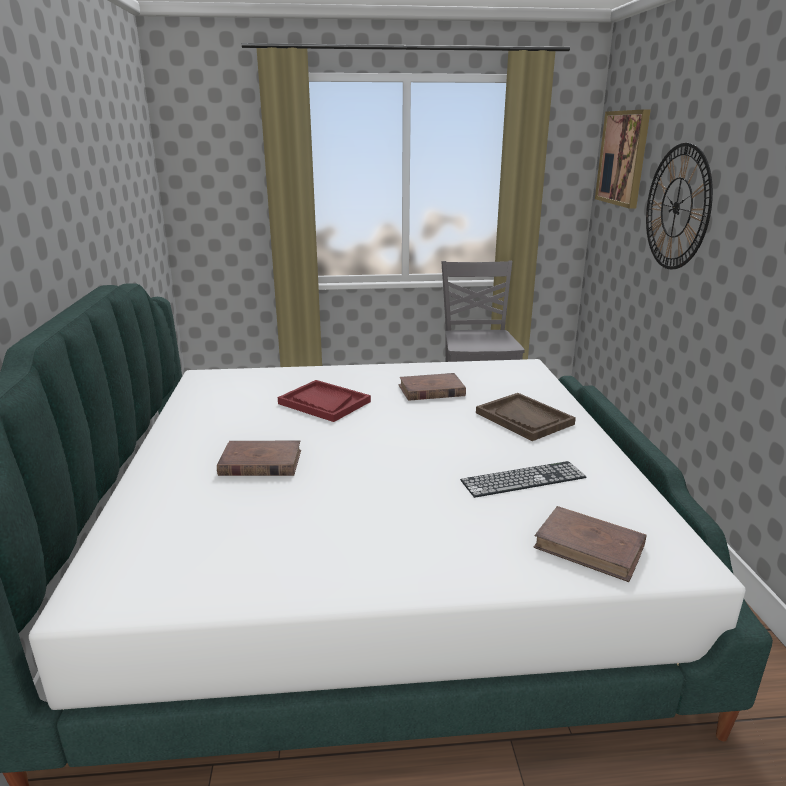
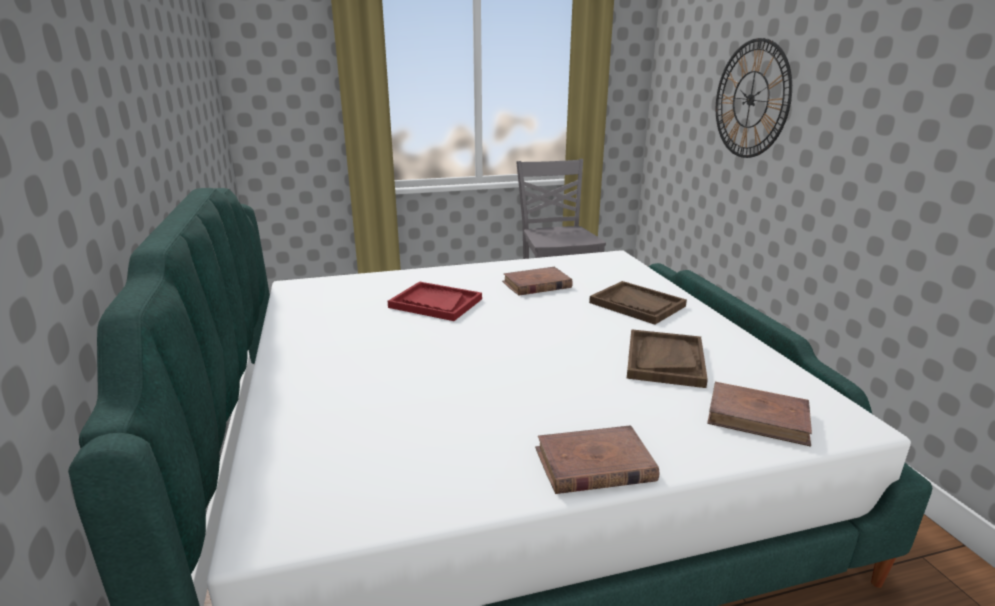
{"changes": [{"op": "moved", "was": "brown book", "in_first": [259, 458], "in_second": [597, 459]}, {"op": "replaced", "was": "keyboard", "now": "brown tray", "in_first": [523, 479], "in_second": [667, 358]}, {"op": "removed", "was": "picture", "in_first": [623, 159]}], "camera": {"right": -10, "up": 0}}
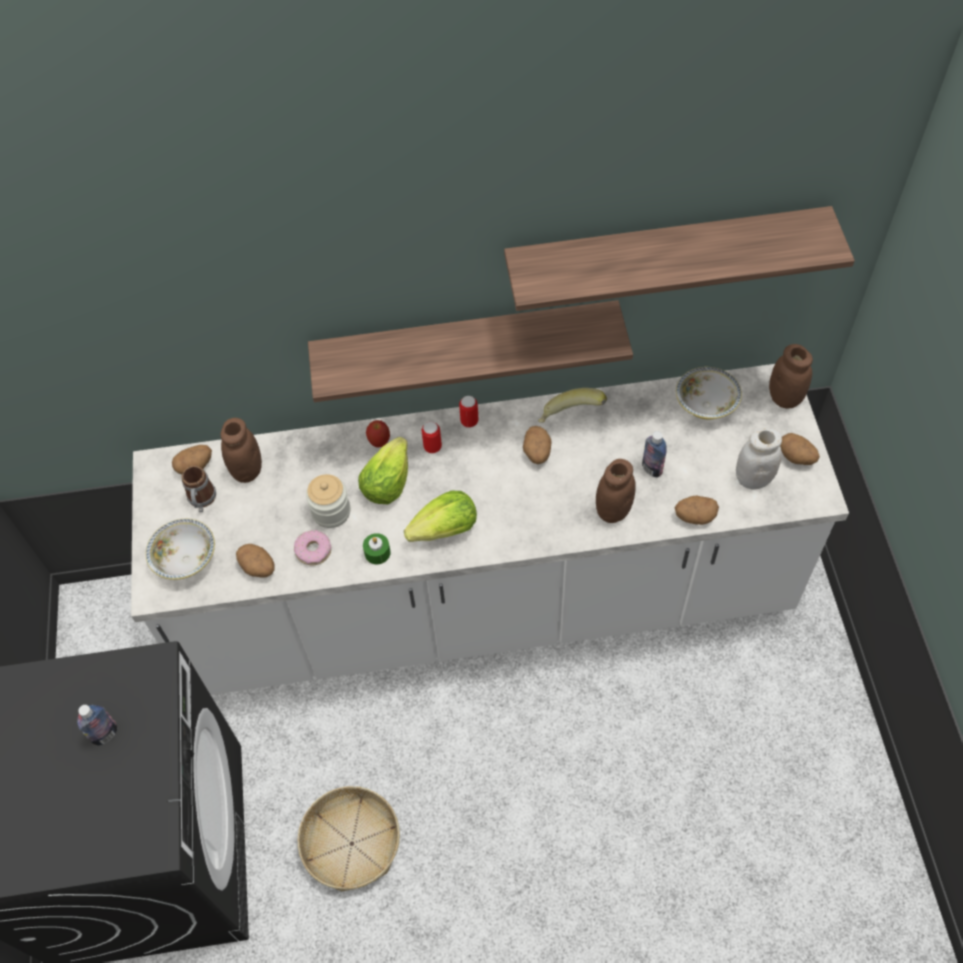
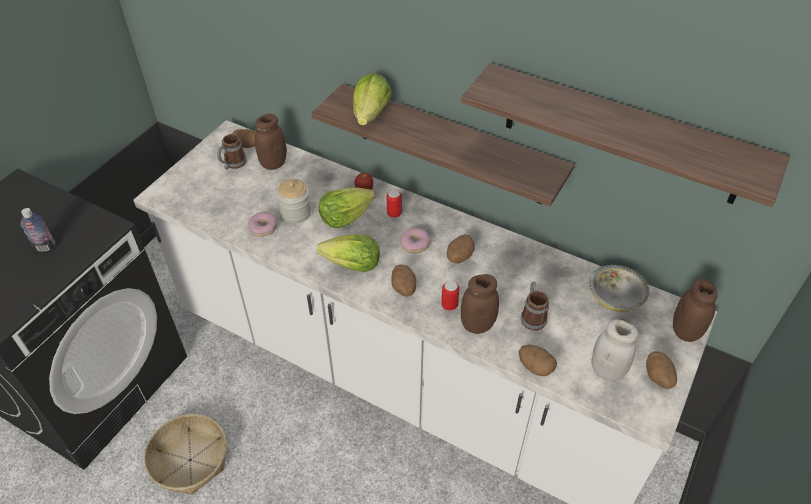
{"changes": [{"op": "removed", "was": "bowl", "in_first": [180, 549]}, {"op": "moved", "was": "potato", "in_first": [255, 561], "in_second": [403, 281]}, {"op": "removed", "was": "green candle", "in_first": [377, 548]}, {"op": "moved", "was": "can", "in_first": [469, 412], "in_second": [450, 296]}, {"op": "removed", "was": "banana", "in_first": [572, 405]}, {"op": "replaced", "was": "bottle", "now": "mug", "in_first": [654, 454], "in_second": [535, 306]}, {"op": "added", "now": "lettuce", "in_second": [372, 99]}, {"op": "added", "now": "donut", "in_second": [415, 240]}], "camera": {"right": 35, "up": -10}}
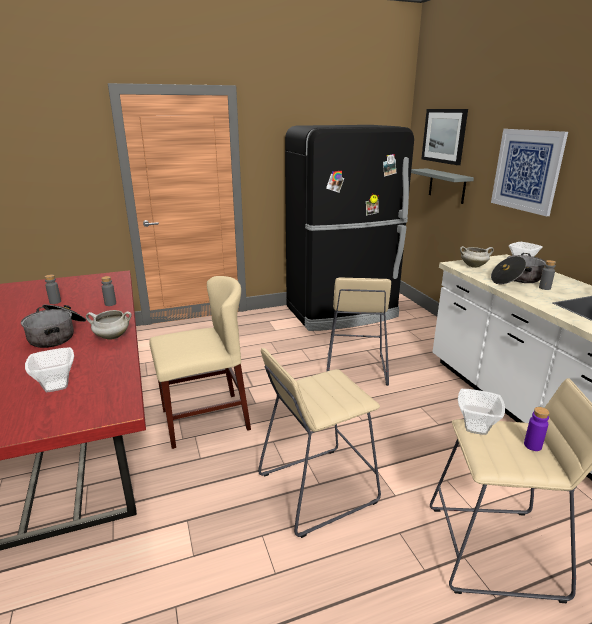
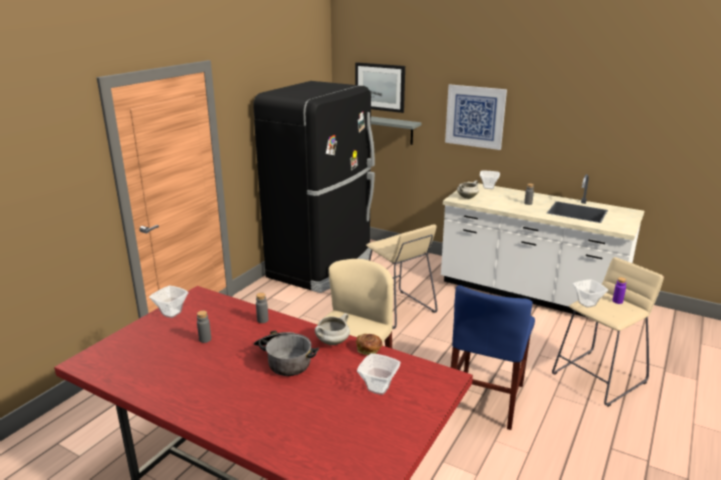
{"changes": [{"op": "replaced", "was": "beige stool", "now": "blue chair", "in_first": [319, 443], "in_second": [493, 357]}, {"op": "removed", "was": "cooking pot", "in_first": [518, 268]}, {"op": "added", "now": "bowl", "in_second": [169, 302]}, {"op": "added", "now": "bread", "in_second": [369, 344]}], "camera": {"right": -40, "up": 0}}
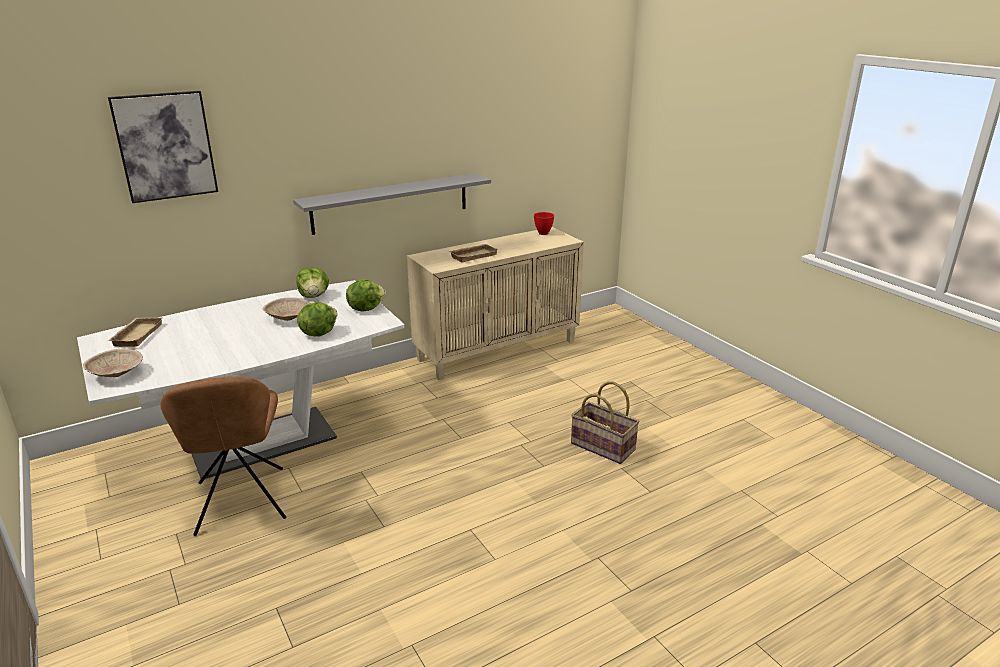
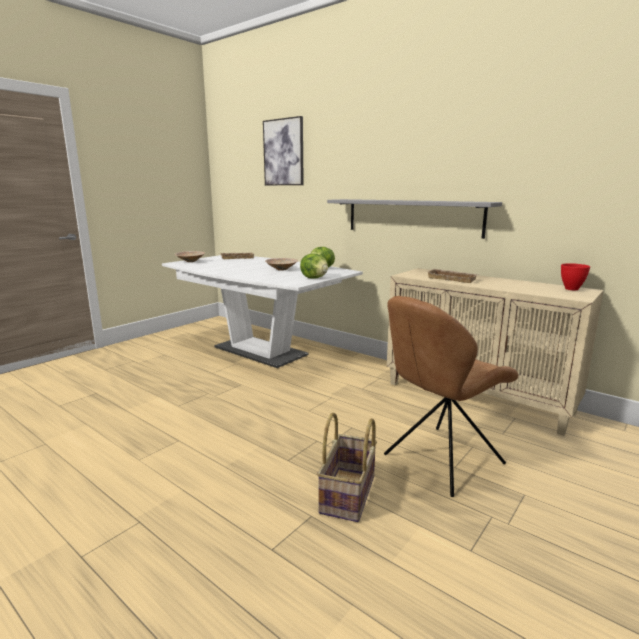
{"changes": [{"op": "moved", "was": "brown chair", "in_first": [223, 456], "in_second": [451, 396]}, {"op": "removed", "was": "lettuce", "in_first": [317, 319]}], "camera": {"right": 70, "up": -10}}
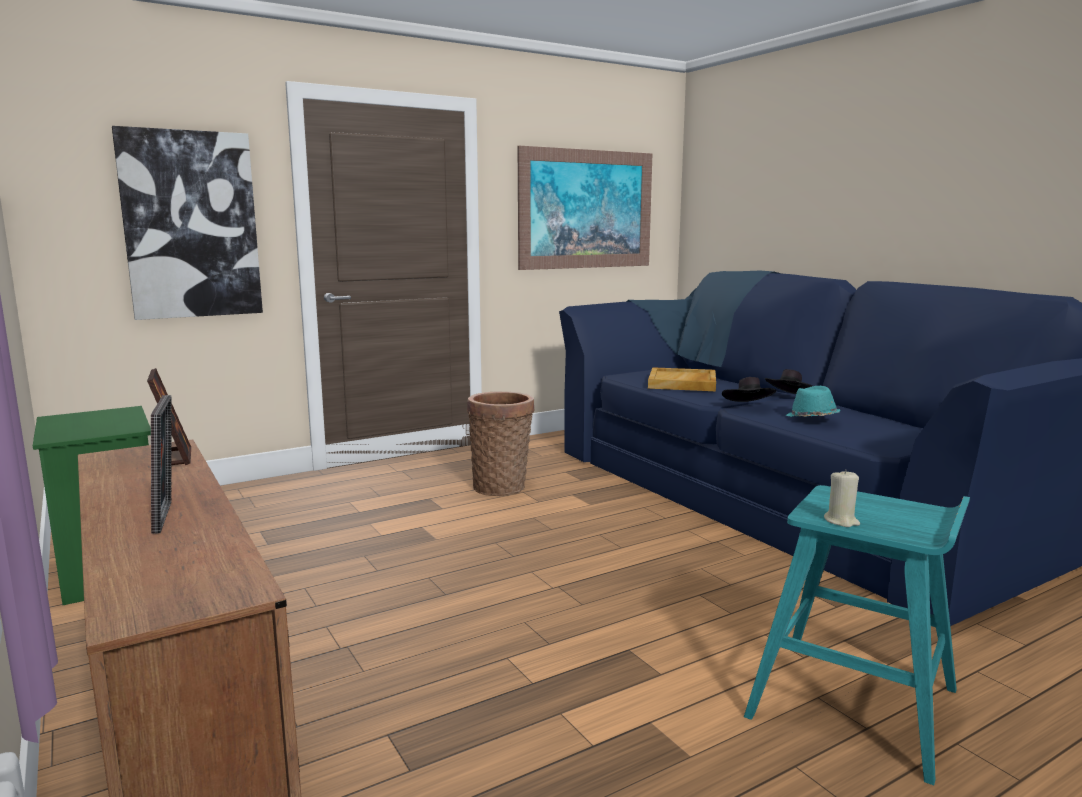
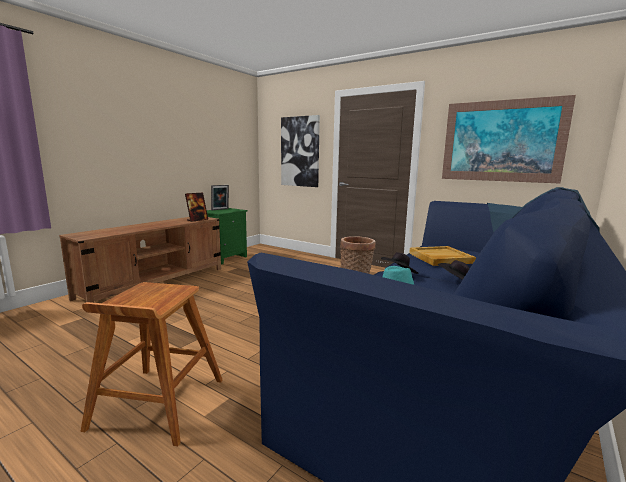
{"changes": [{"op": "moved", "was": "picture frame", "in_first": [161, 464], "in_second": [220, 197]}, {"op": "recoloured", "was": "turquoise stool", "now": "brown stool", "in_first": [857, 635], "in_second": [151, 364]}, {"op": "removed", "was": "beige candle", "in_first": [842, 498]}], "camera": {"right": 65, "up": 0}}
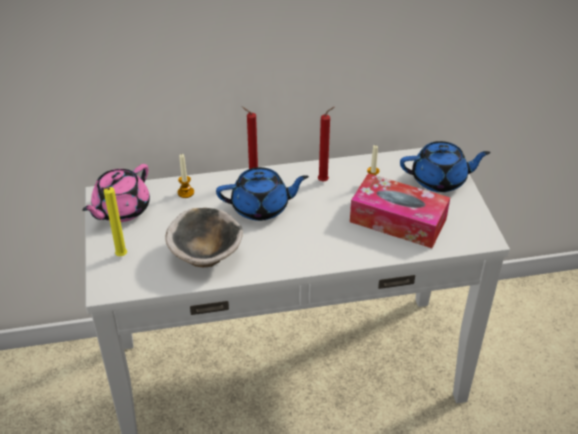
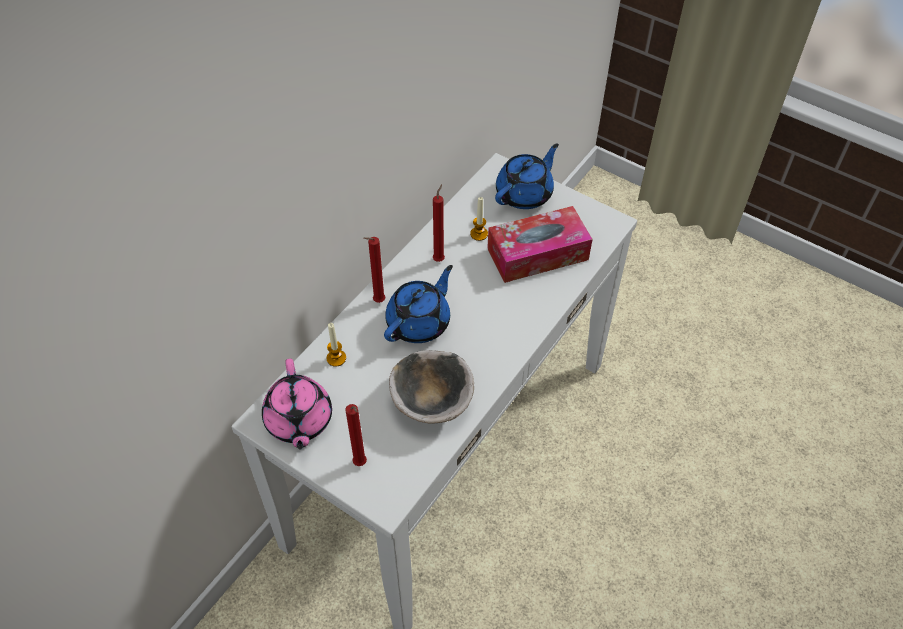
{"changes": [{"op": "recoloured", "was": "yellow candle", "now": "red candle", "in_first": [115, 221], "in_second": [356, 435]}], "camera": {"right": -45, "up": 10}}
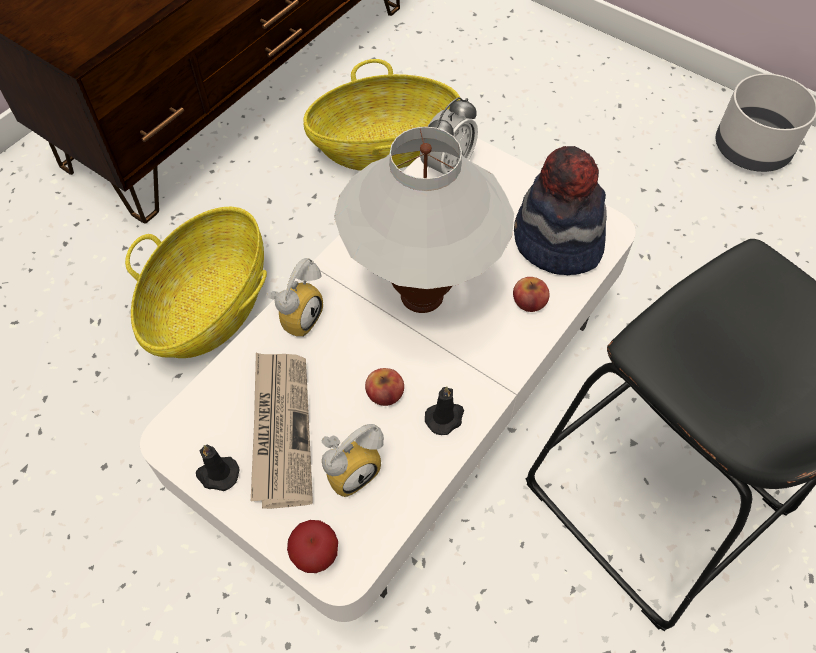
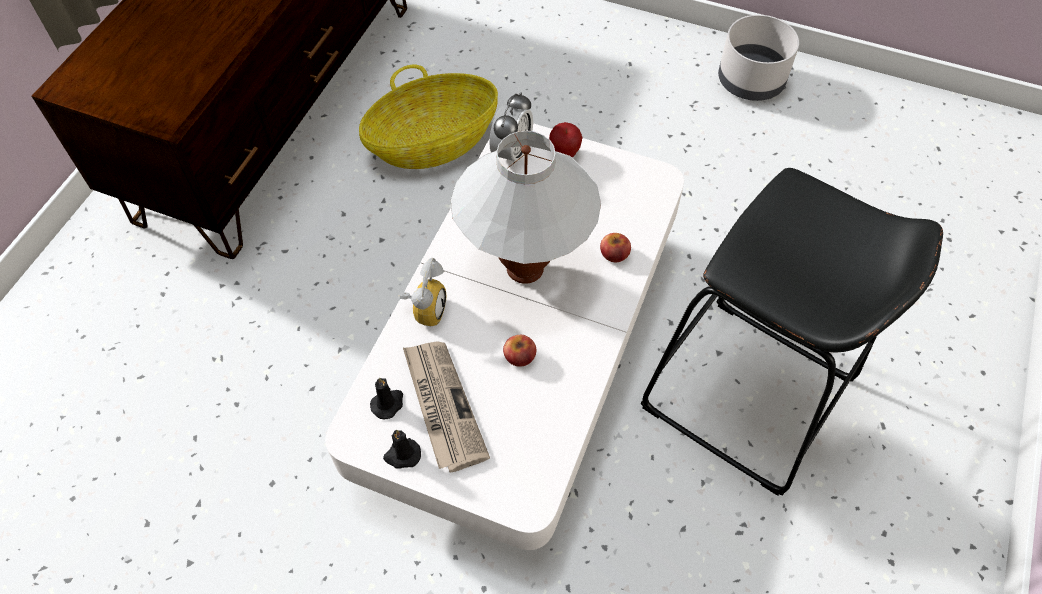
{"changes": [{"op": "removed", "was": "basket", "in_first": [196, 282]}, {"op": "moved", "was": "apple", "in_first": [312, 546], "in_second": [566, 139]}, {"op": "removed", "was": "alarm clock", "in_first": [352, 460]}, {"op": "moved", "was": "black candle", "in_first": [444, 410], "in_second": [386, 398]}, {"op": "removed", "was": "hat", "in_first": [560, 210]}], "camera": {"right": -15, "up": 0}}
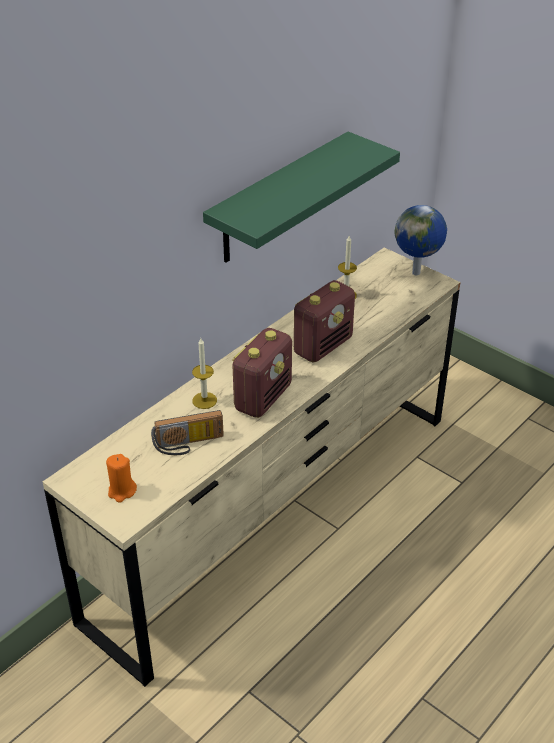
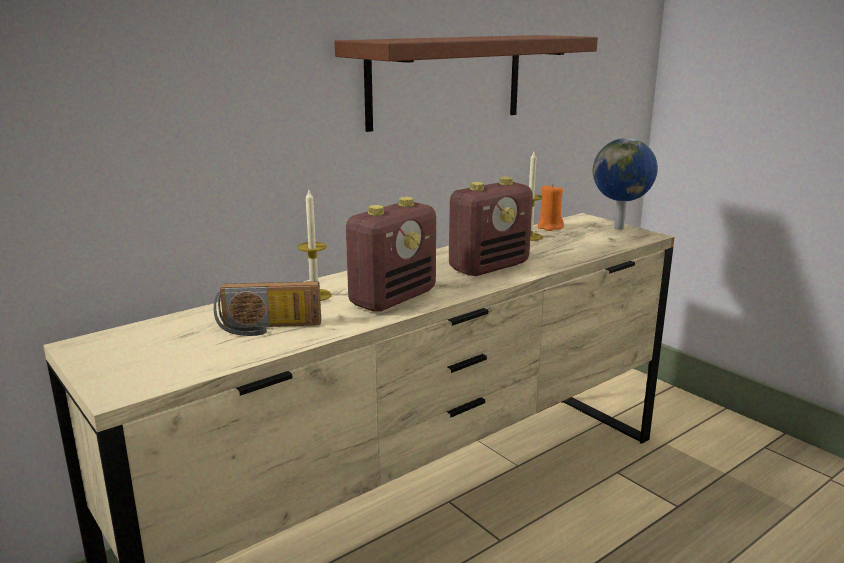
{"changes": [{"op": "moved", "was": "orange candle", "in_first": [121, 478], "in_second": [551, 207]}, {"op": "recoloured", "was": "green shelf", "now": "brown shelf", "in_first": [301, 197], "in_second": [466, 83]}], "camera": {"right": 10, "up": -20}}
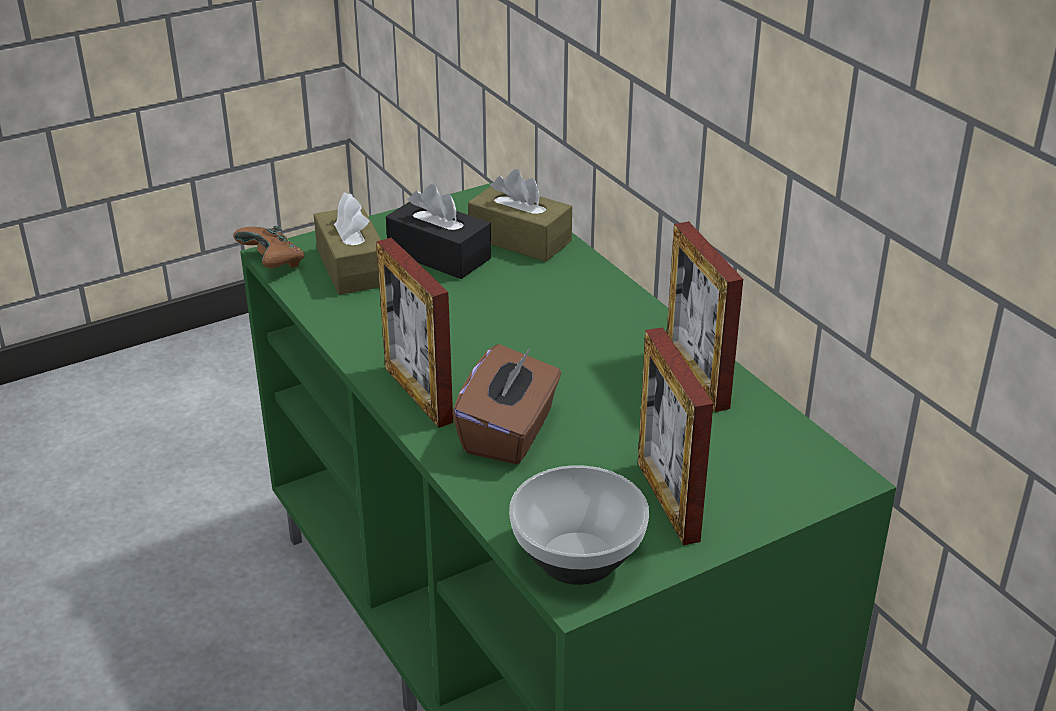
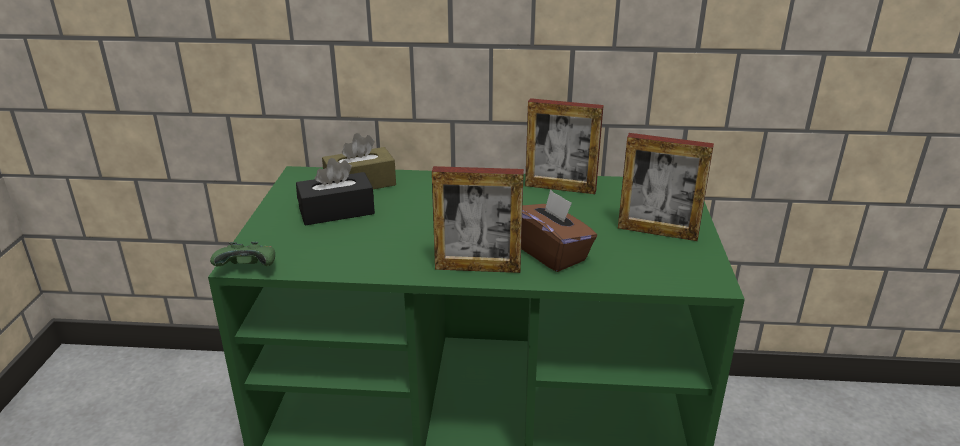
{"changes": [{"op": "recoloured", "was": "brown game controller", "now": "green game controller", "in_first": [268, 247], "in_second": [242, 254]}, {"op": "removed", "was": "brown tissue box", "in_first": [347, 243]}, {"op": "removed", "was": "bowl", "in_first": [579, 525]}], "camera": {"right": -55, "up": -5}}
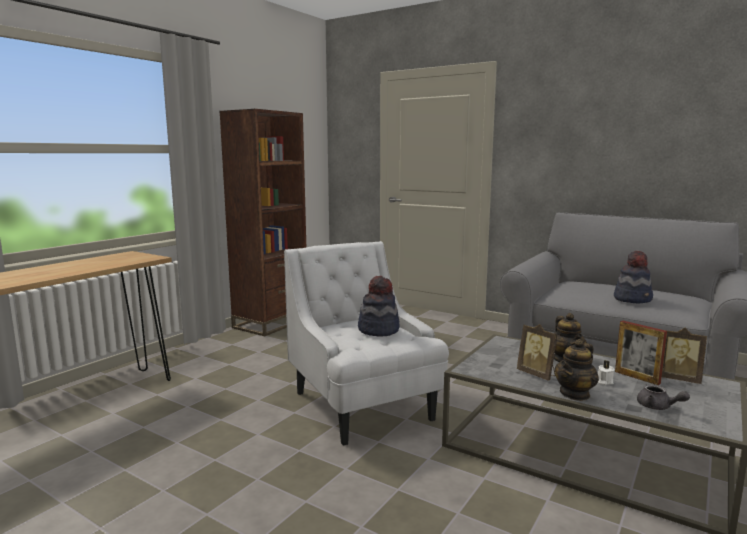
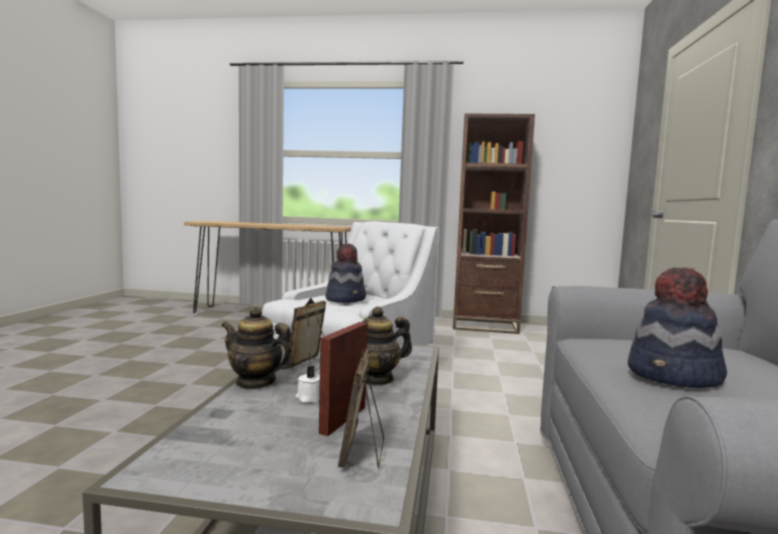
{"changes": [{"op": "removed", "was": "grey teapot", "in_first": [663, 397]}], "camera": {"right": 65, "up": -5}}
